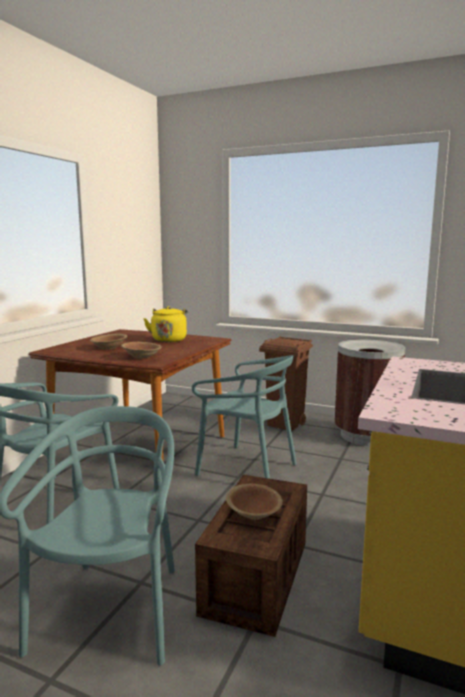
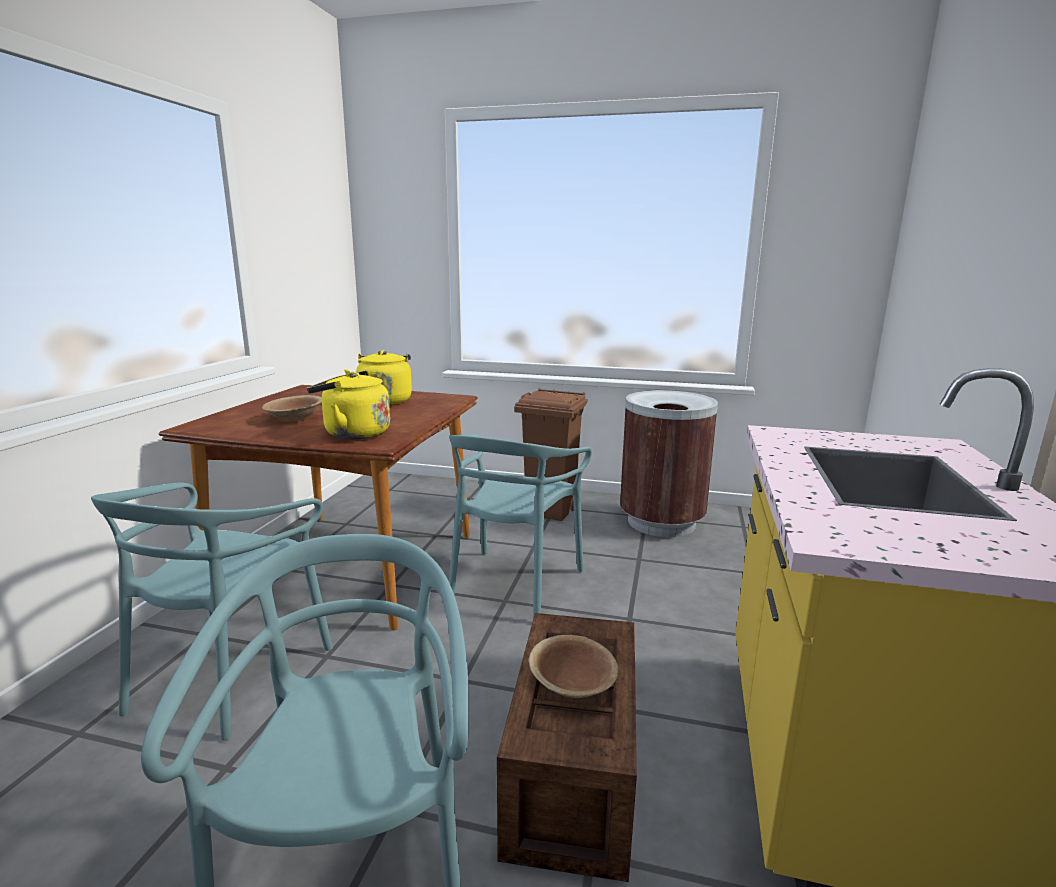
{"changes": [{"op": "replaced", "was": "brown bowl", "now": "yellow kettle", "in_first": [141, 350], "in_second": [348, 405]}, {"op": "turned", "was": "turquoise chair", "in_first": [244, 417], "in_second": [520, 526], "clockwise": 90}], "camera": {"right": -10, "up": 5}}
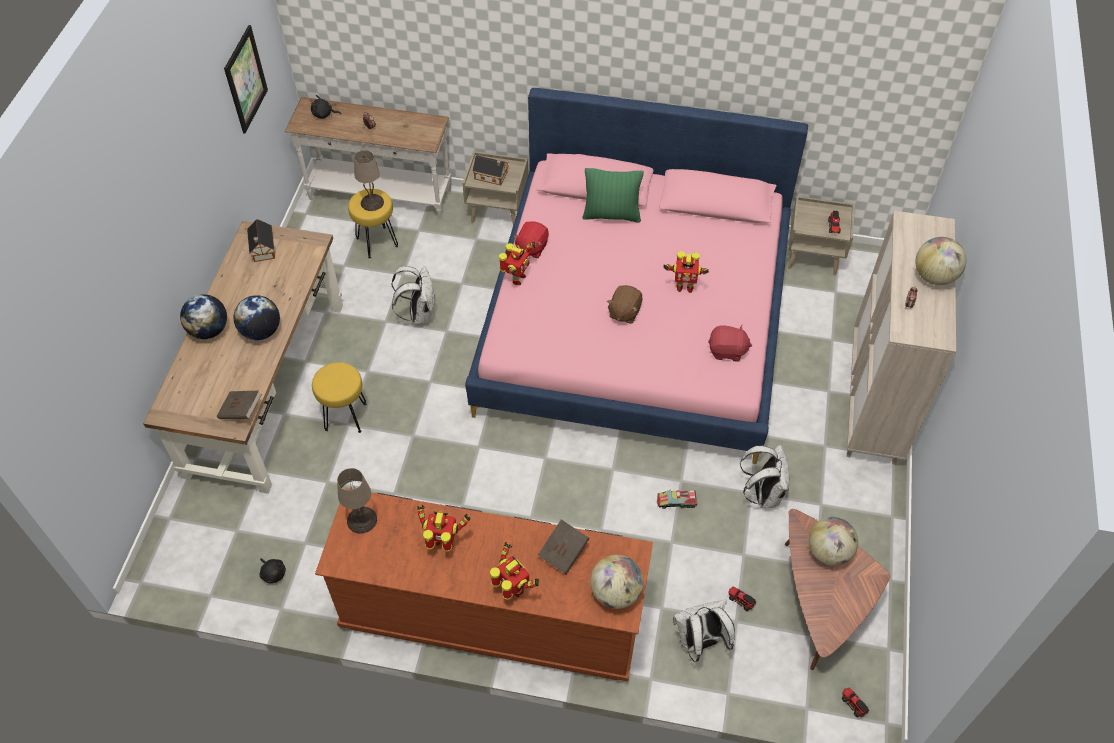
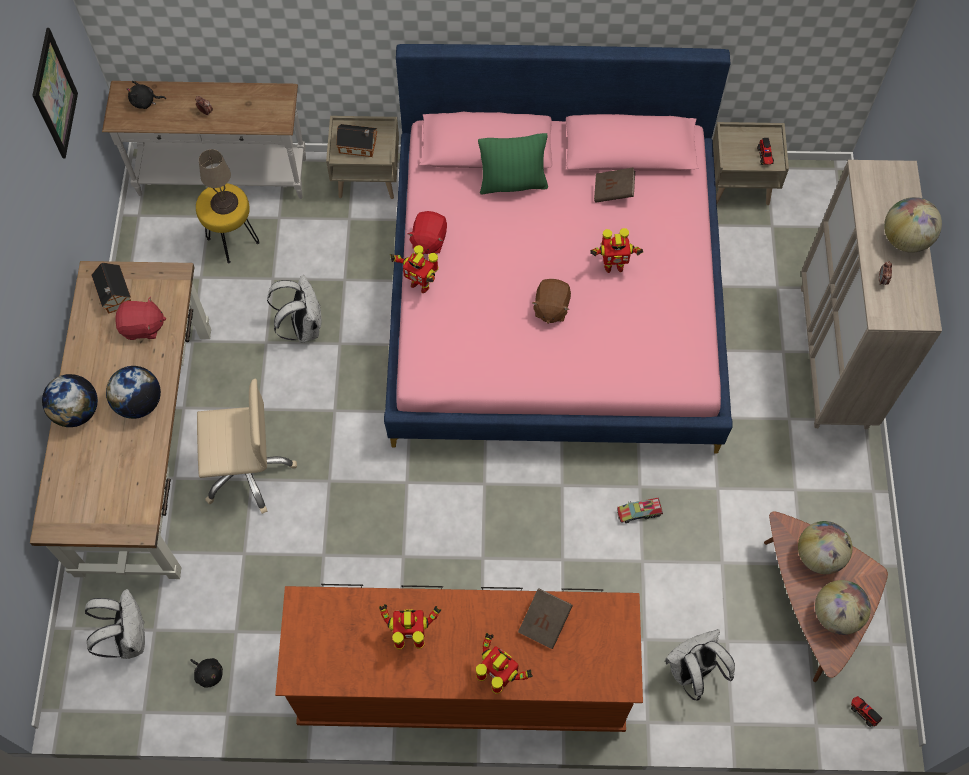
{"changes": [{"op": "moved", "was": "brown book", "in_first": [239, 404], "in_second": [614, 185]}, {"op": "replaced", "was": "yellow stool", "now": "beige office chair", "in_first": [339, 397], "in_second": [247, 446]}, {"op": "removed", "was": "beige table lamp", "in_first": [357, 501]}, {"op": "turned", "was": "toy robot", "in_first": [517, 263], "in_second": [414, 269], "clockwise": 105}, {"op": "moved", "was": "globe", "in_first": [617, 582], "in_second": [843, 607]}, {"op": "moved", "was": "red plush toy", "in_first": [730, 343], "in_second": [141, 318]}, {"op": "removed", "was": "toy truck", "in_first": [742, 599]}, {"op": "moved", "was": "white backpack", "in_first": [764, 476], "in_second": [115, 624]}], "camera": {"right": -10, "up": 10}}
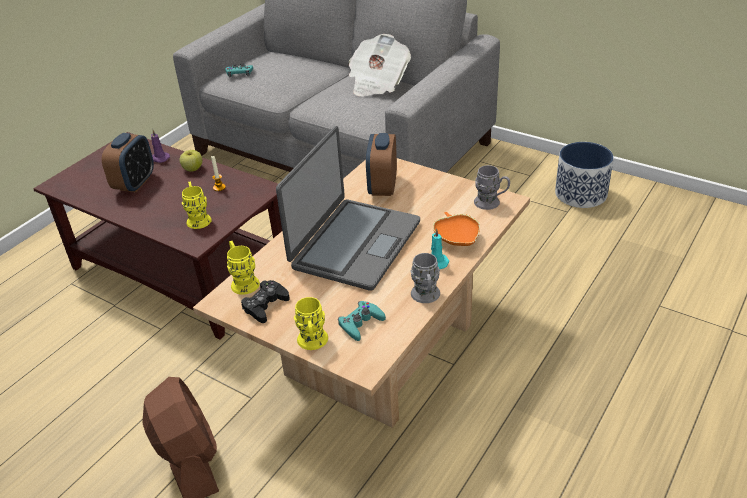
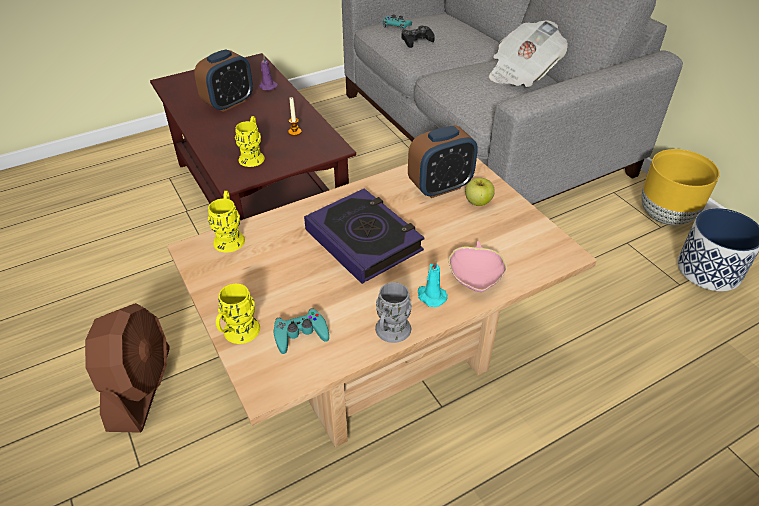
{"changes": [{"op": "moved", "was": "apple", "in_first": [191, 161], "in_second": [480, 192]}, {"op": "moved", "was": "black game controller", "in_first": [265, 301], "in_second": [418, 37]}, {"op": "replaced", "was": "laptop", "now": "book", "in_first": [348, 208], "in_second": [364, 236]}, {"op": "turned", "was": "alarm clock", "in_first": [381, 164], "in_second": [443, 161], "clockwise": -150}, {"op": "recoloured", "was": "orange bowl", "now": "pink bowl", "in_first": [456, 229], "in_second": [478, 266]}, {"op": "removed", "was": "grey mug", "in_first": [492, 187]}, {"op": "added", "now": "yellow planter", "in_second": [680, 187]}], "camera": {"right": 25, "up": 5}}
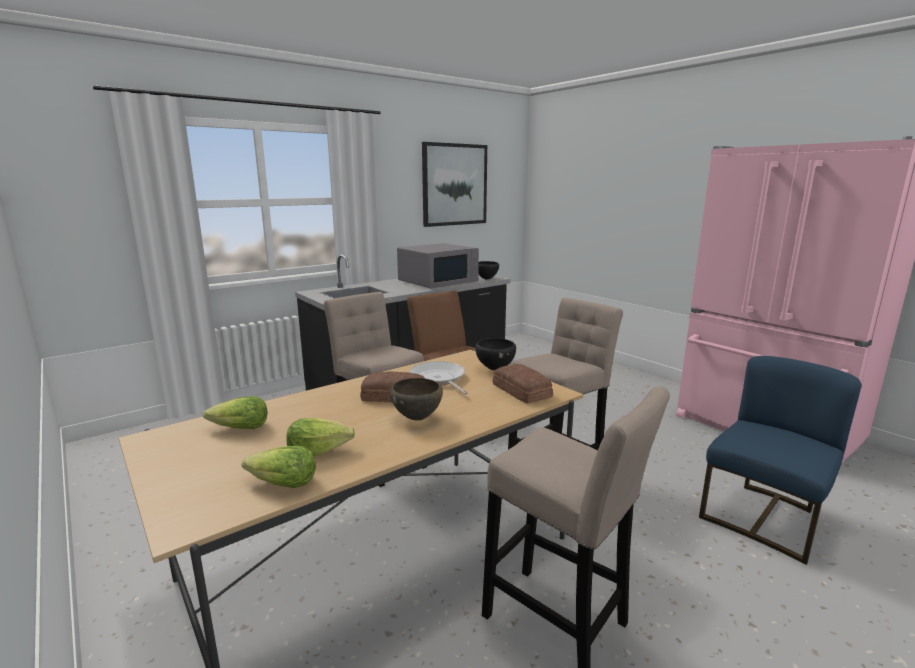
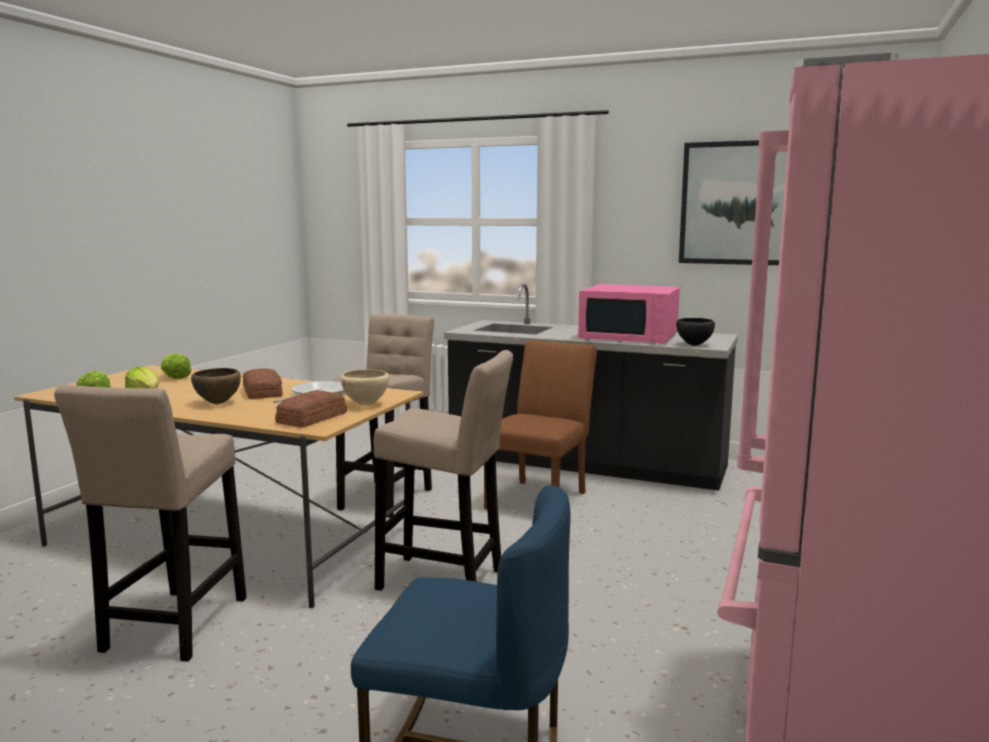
{"changes": [{"op": "recoloured", "was": "grey microwave", "now": "pink microwave", "in_first": [438, 266], "in_second": [629, 314]}, {"op": "recoloured", "was": "black bowl", "now": "beige bowl", "in_first": [495, 354], "in_second": [365, 387]}], "camera": {"right": 60, "up": -5}}
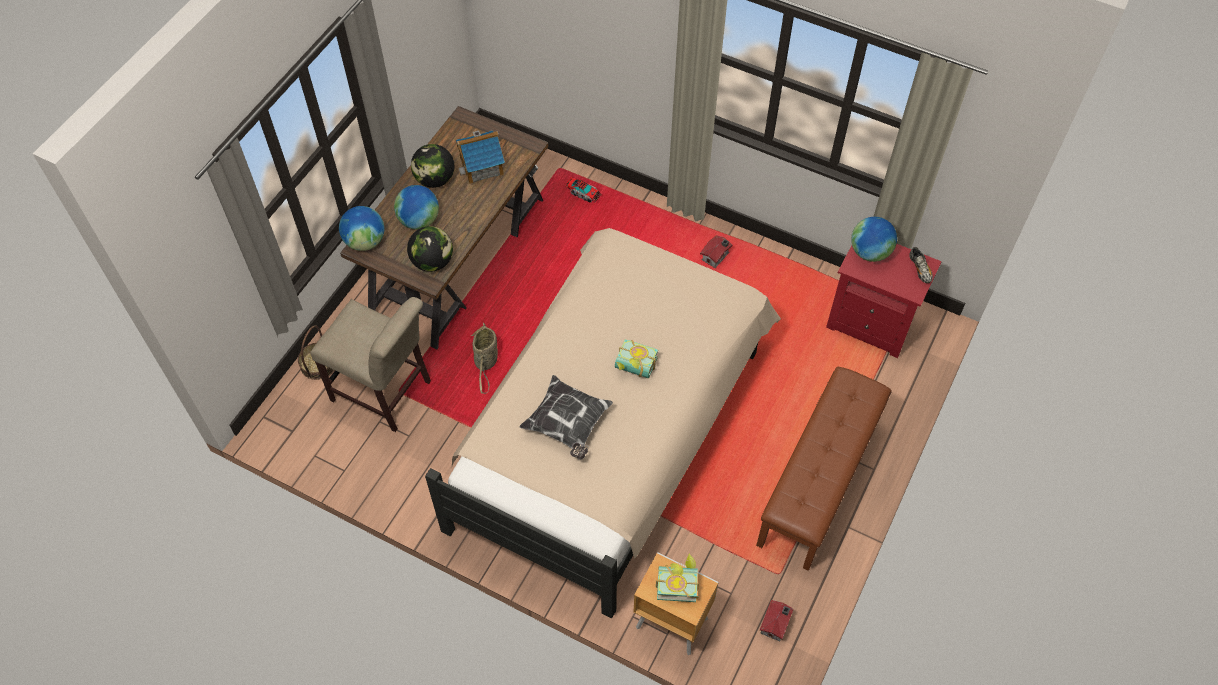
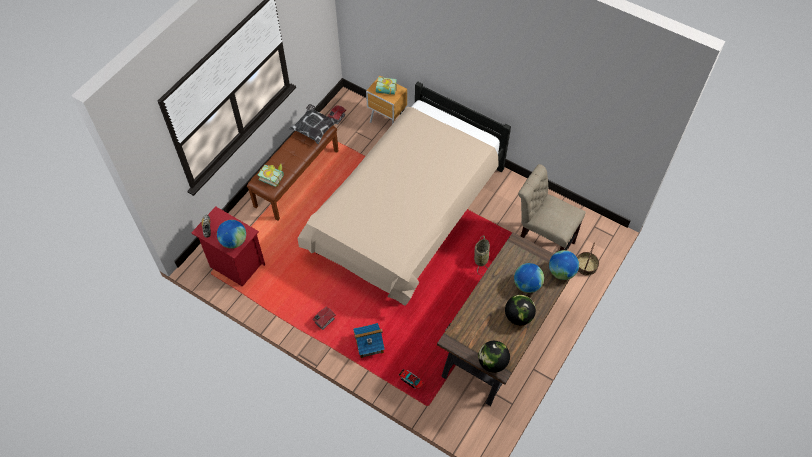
{"changes": [{"op": "moved", "was": "globe", "in_first": [430, 249], "in_second": [494, 357]}, {"op": "moved", "was": "toy house", "in_first": [480, 157], "in_second": [369, 340]}, {"op": "moved", "was": "pillow", "in_first": [566, 417], "in_second": [314, 124]}, {"op": "moved", "was": "book", "in_first": [636, 358], "in_second": [270, 175]}], "camera": {"right": -175, "up": 0}}
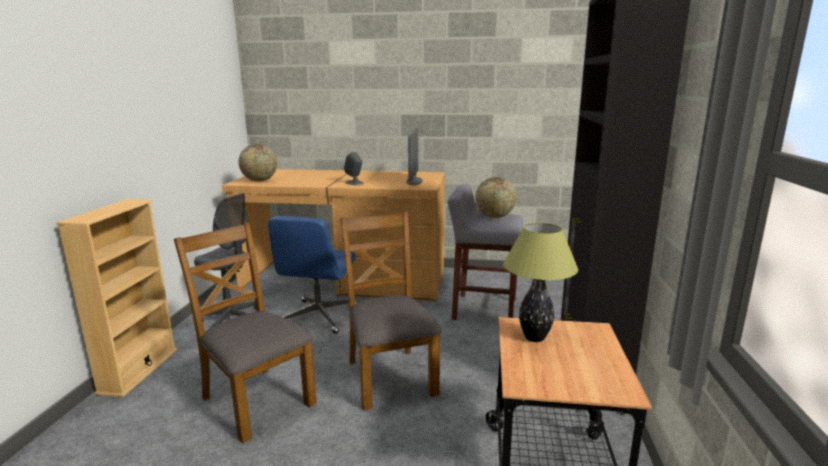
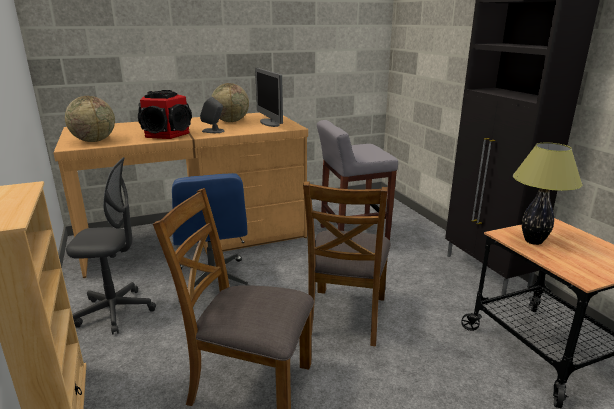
{"changes": [{"op": "turned", "was": "brown chair", "in_first": [391, 311], "in_second": [347, 263], "clockwise": -120}, {"op": "moved", "was": "globe", "in_first": [496, 197], "in_second": [230, 102]}, {"op": "added", "now": "speaker", "in_second": [165, 114]}], "camera": {"right": -30, "up": 5}}
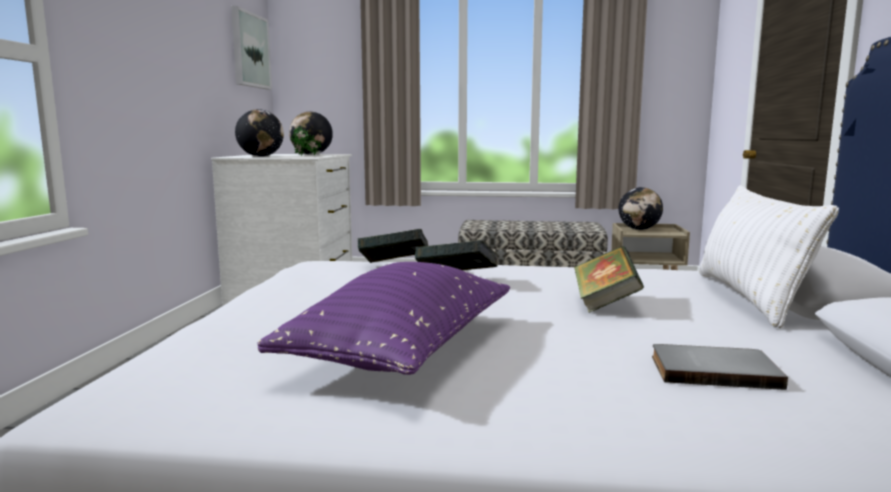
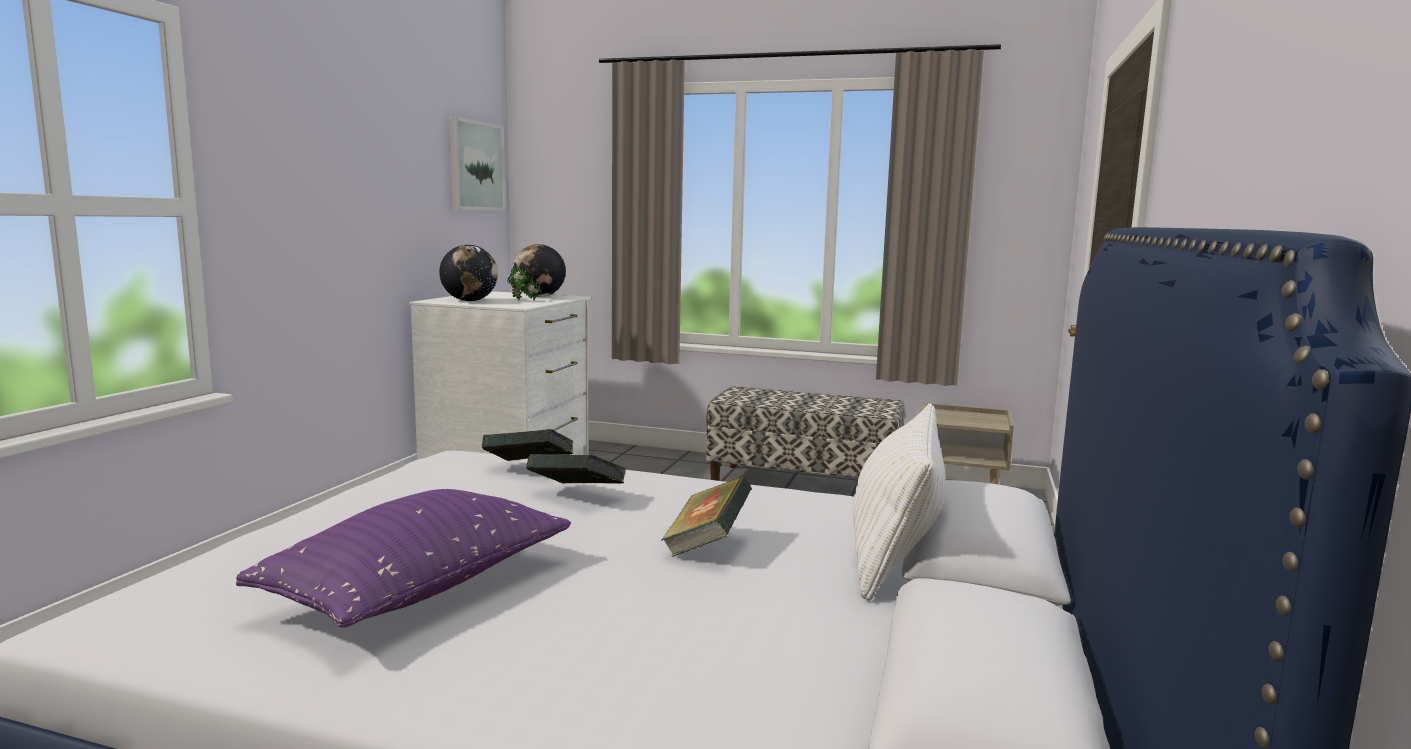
{"changes": [{"op": "removed", "was": "globe", "in_first": [640, 208]}, {"op": "removed", "was": "grey book", "in_first": [720, 367]}], "camera": {"right": 10, "up": 0}}
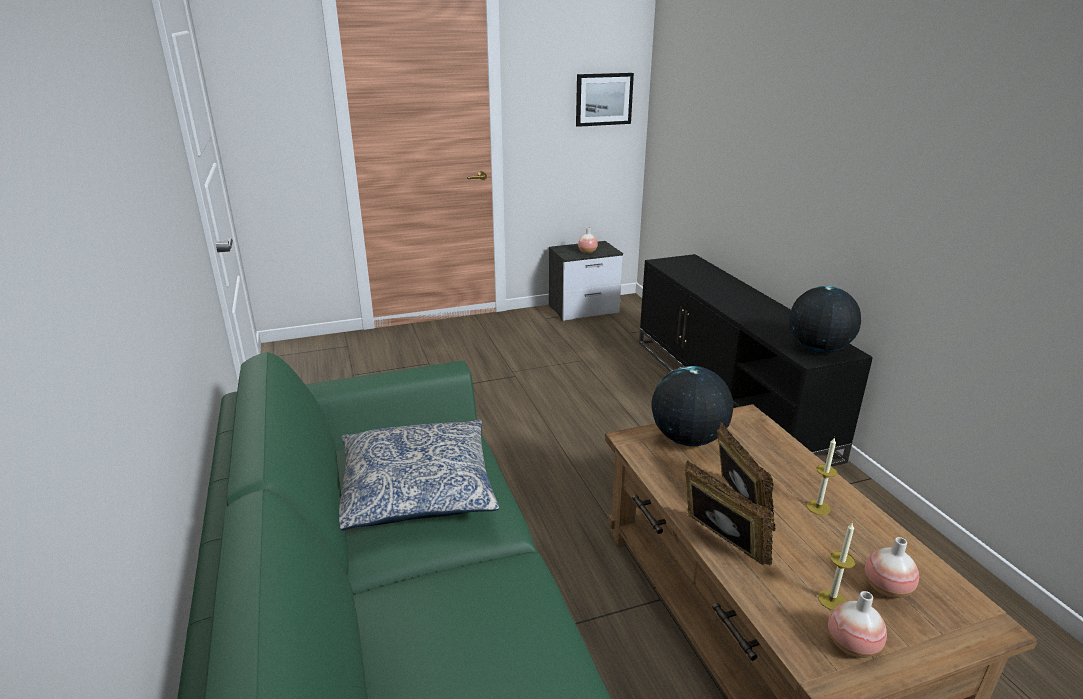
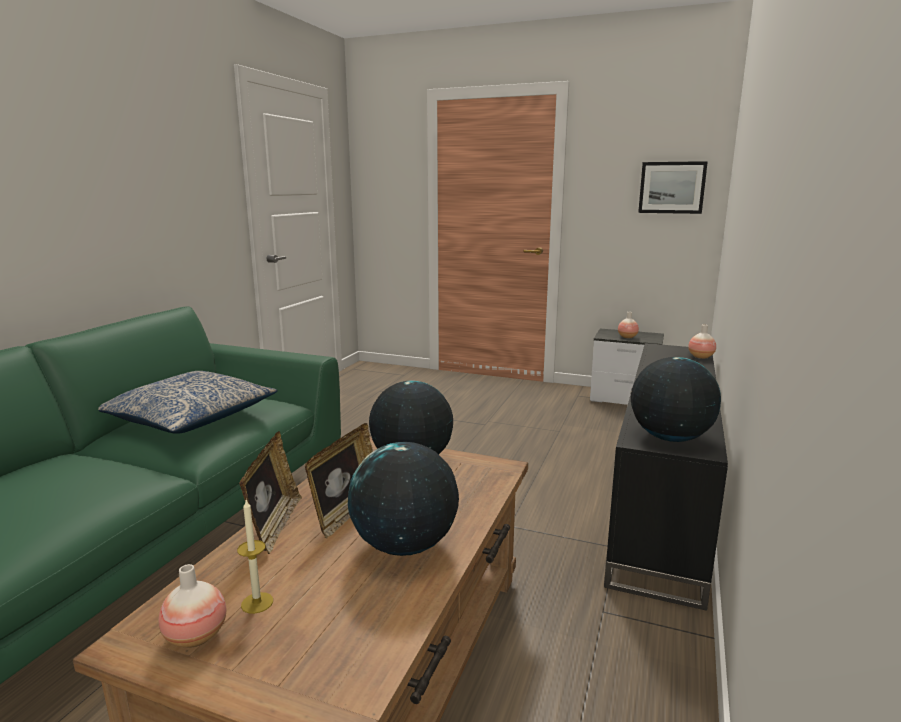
{"changes": [{"op": "replaced", "was": "candle", "now": "globe", "in_first": [822, 476], "in_second": [403, 499]}, {"op": "moved", "was": "vase", "in_first": [892, 567], "in_second": [702, 341]}], "camera": {"right": 40, "up": -10}}
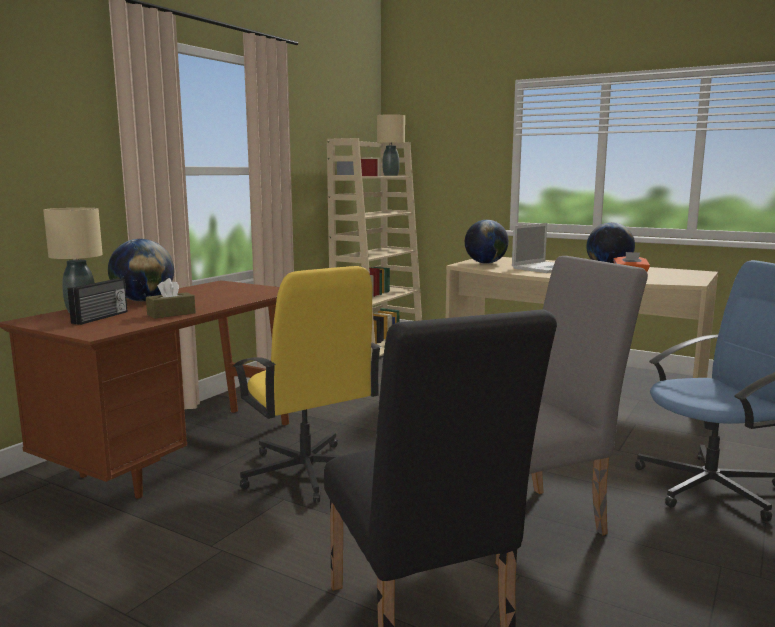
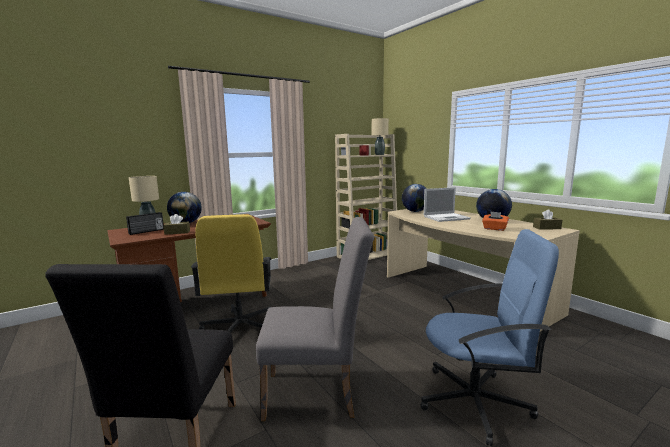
{"changes": [{"op": "added", "now": "brown tissue box", "in_second": [547, 219]}], "camera": {"right": 25, "up": 0}}
